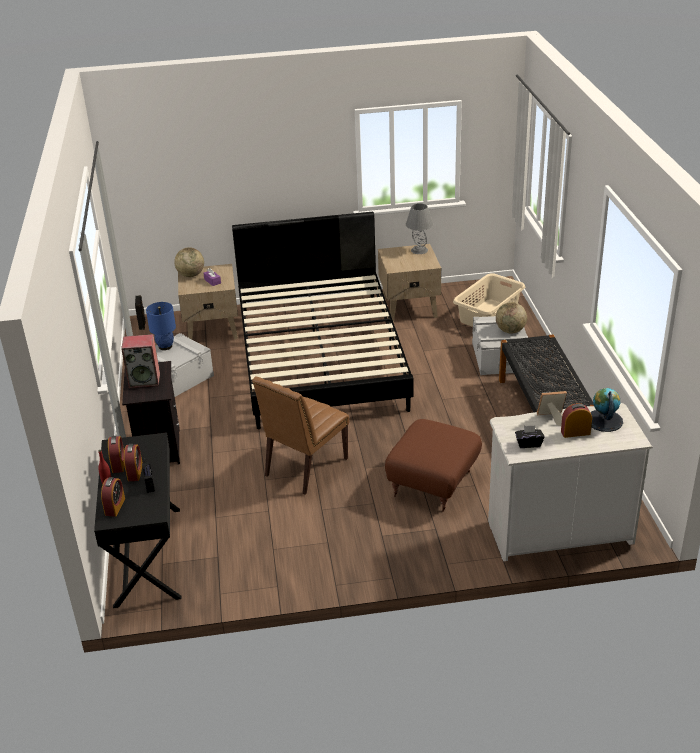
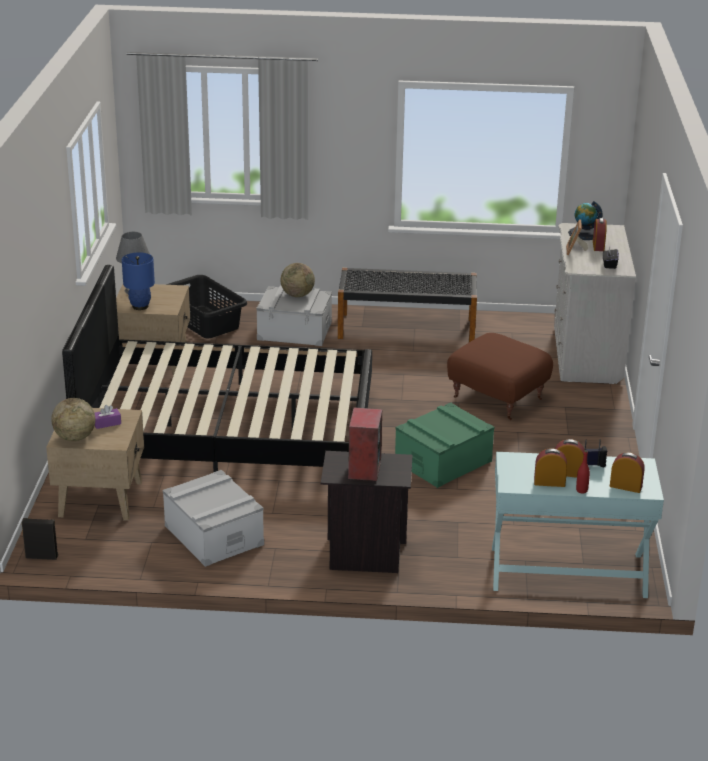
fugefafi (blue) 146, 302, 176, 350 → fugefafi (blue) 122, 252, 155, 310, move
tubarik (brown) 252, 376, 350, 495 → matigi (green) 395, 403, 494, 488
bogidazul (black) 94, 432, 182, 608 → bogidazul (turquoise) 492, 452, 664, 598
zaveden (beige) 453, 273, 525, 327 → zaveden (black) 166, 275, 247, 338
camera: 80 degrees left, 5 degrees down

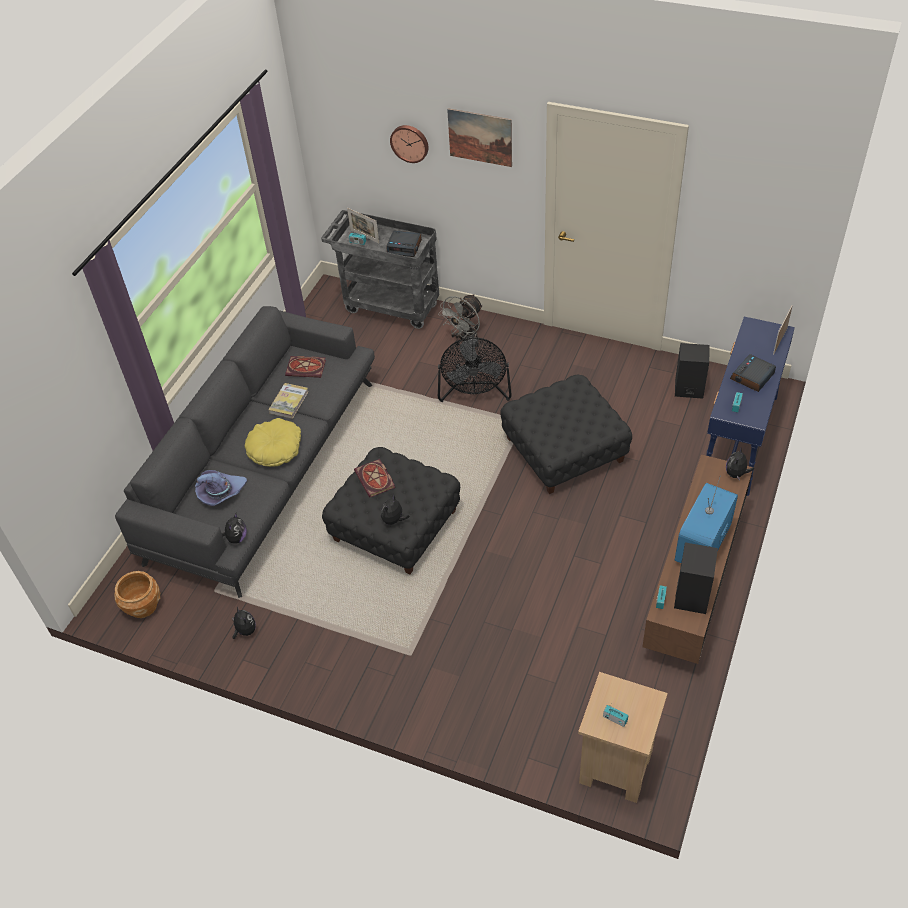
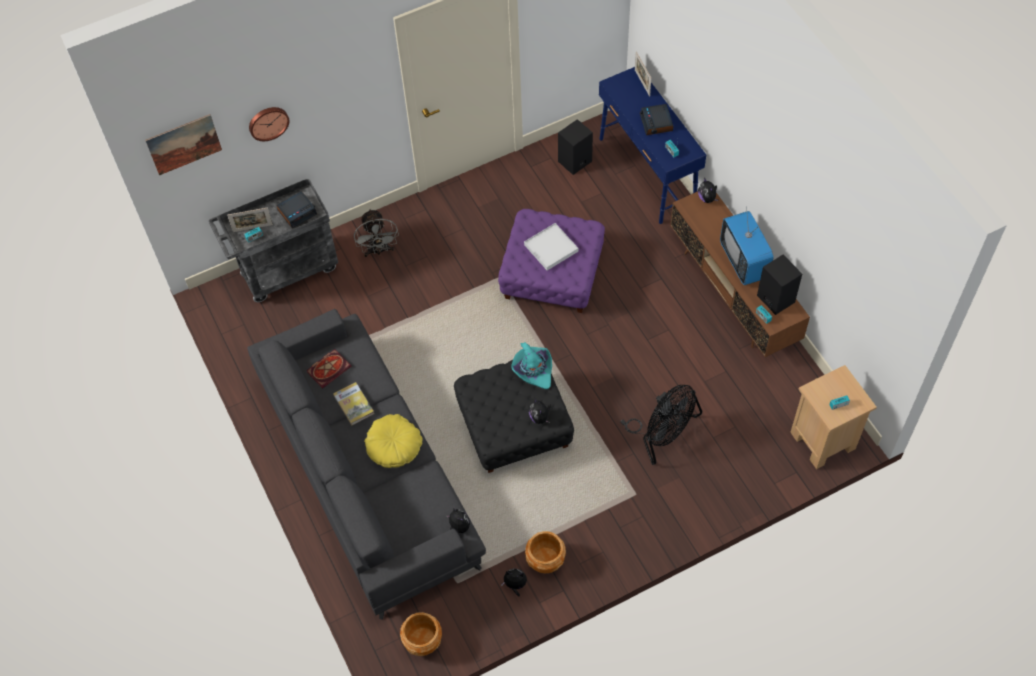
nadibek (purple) 195, 470, 247, 506 → -
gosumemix 354, 459, 395, 497 → -
- → nadibek (turquoise) 511, 342, 552, 389
- → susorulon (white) 524, 223, 578, 270
- → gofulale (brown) 525, 531, 566, 574
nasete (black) 438, 337, 512, 402 → nasete (black) 620, 385, 702, 465, move
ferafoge 447, 108, 512, 167 → ferafoge 145, 114, 222, 175, move
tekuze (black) 500, 375, 632, 494 → tekuze (purple) 498, 209, 605, 313
camera: 50 degrees left, 10 degrees up

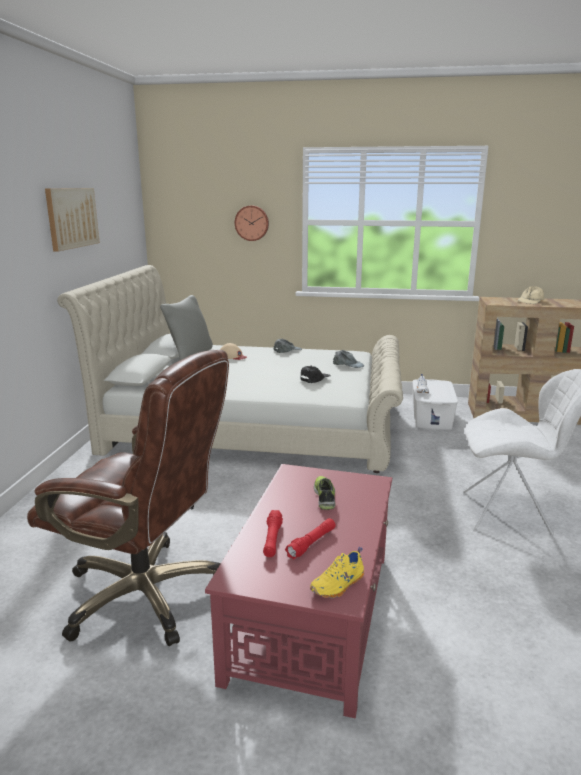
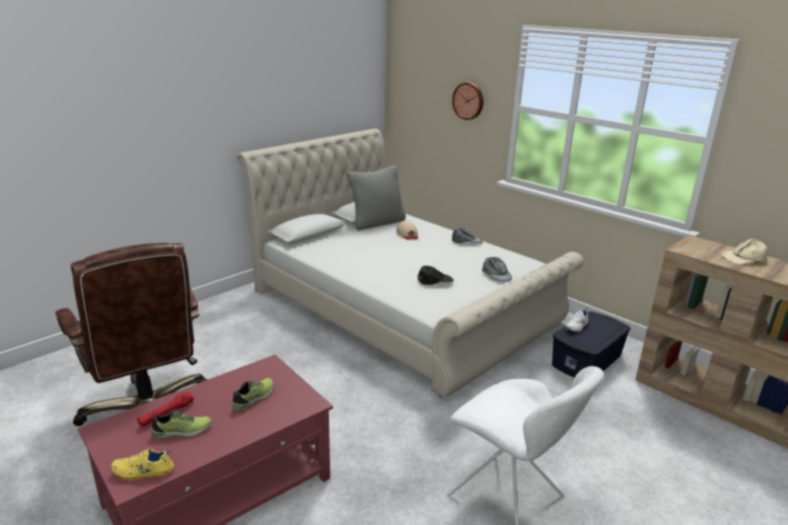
ferafoge 45, 188, 100, 251 → -
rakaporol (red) 285, 518, 336, 559 → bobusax 151, 411, 211, 439
matigi (white) 413, 379, 458, 430 → matigi (blue) 552, 311, 631, 378
camera: 35 degrees right, 5 degrees up

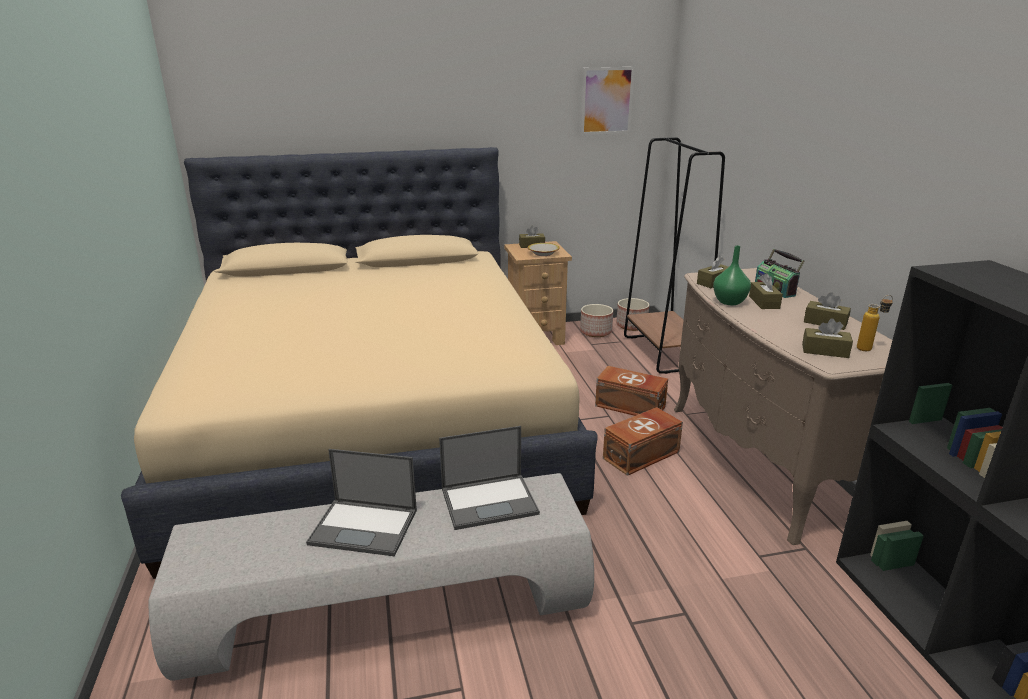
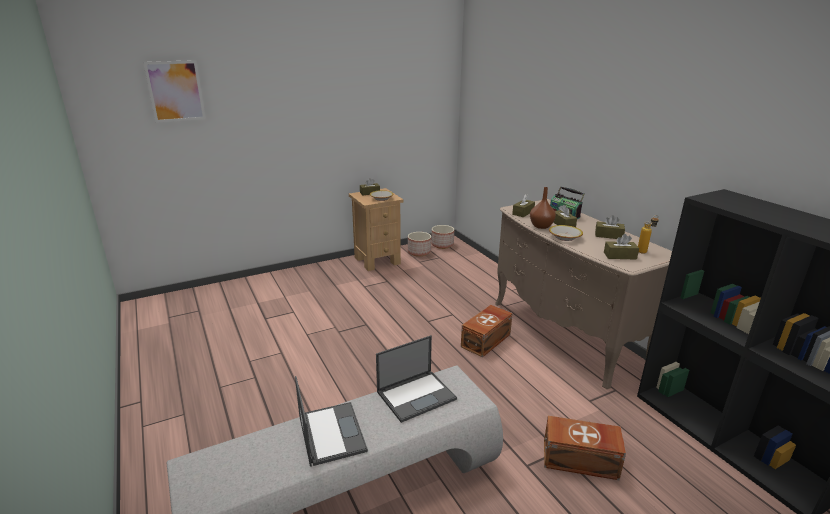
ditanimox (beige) 121, 147, 598, 579 → -
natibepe 624, 137, 725, 374 → -
- → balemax 549, 225, 583, 241
ferafoge 581, 67, 635, 135 → ferafoge 143, 60, 206, 123, move
matigi (brown) 595, 366, 668, 416 → matigi (brown) 544, 416, 626, 480, move
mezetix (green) 713, 245, 751, 305 → mezetix (brown) 530, 187, 556, 229
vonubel 306, 449, 417, 557 → vonubel 295, 376, 368, 467, 105 degrees counterclockwise
camera: 15 degrees left, 0 degrees up

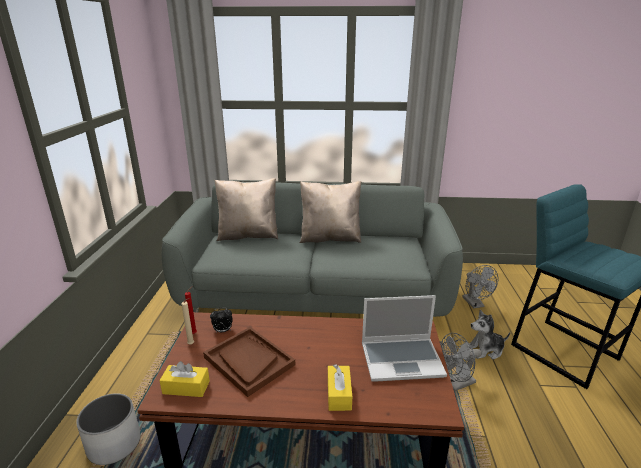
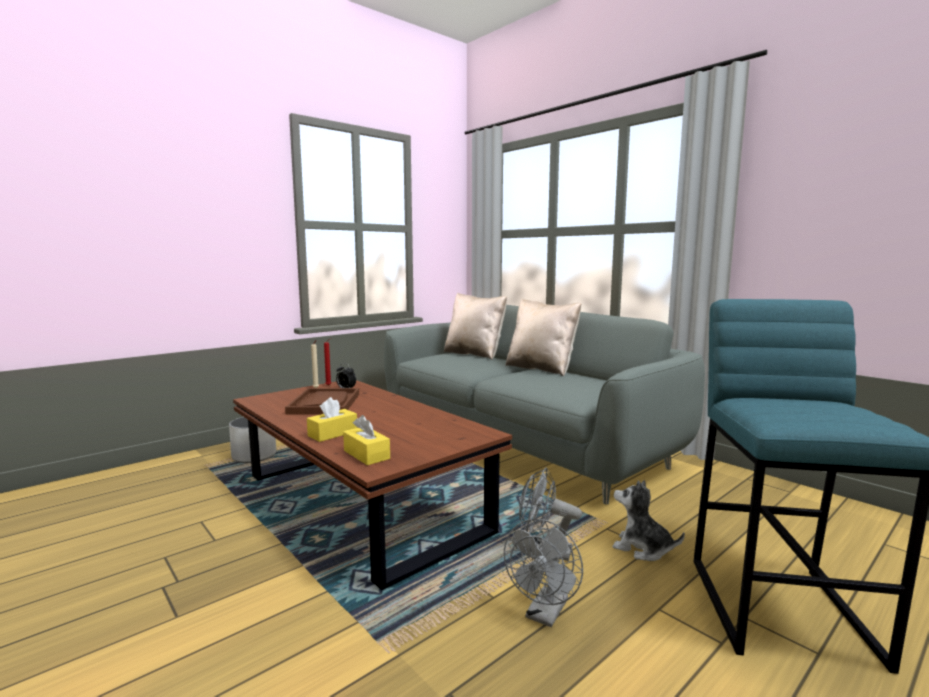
vonubel 362, 295, 447, 382 → -
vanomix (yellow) 159, 361, 210, 397 → vanomix (yellow) 343, 415, 390, 465, move
nasete (grey) 462, 265, 498, 309 → nasete (grey) 504, 519, 583, 627, move
camera: 45 degrees right, 15 degrees down

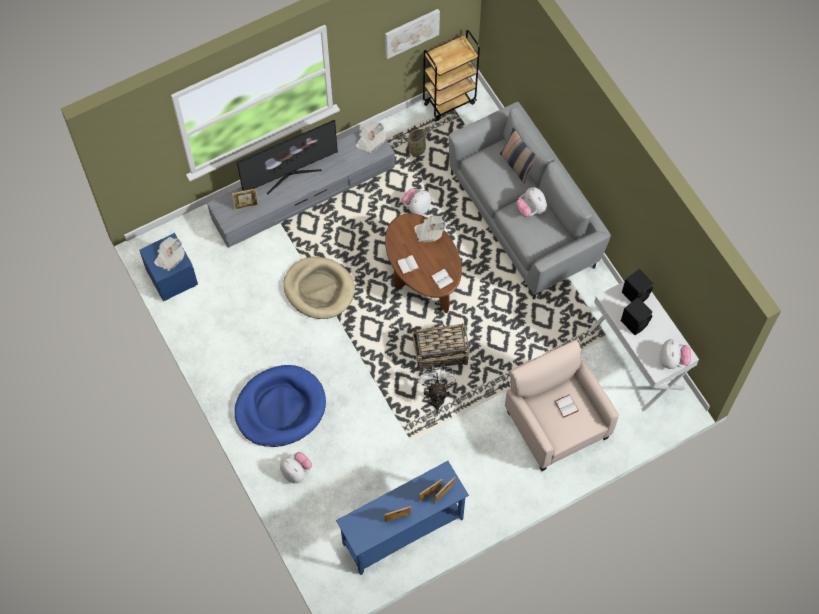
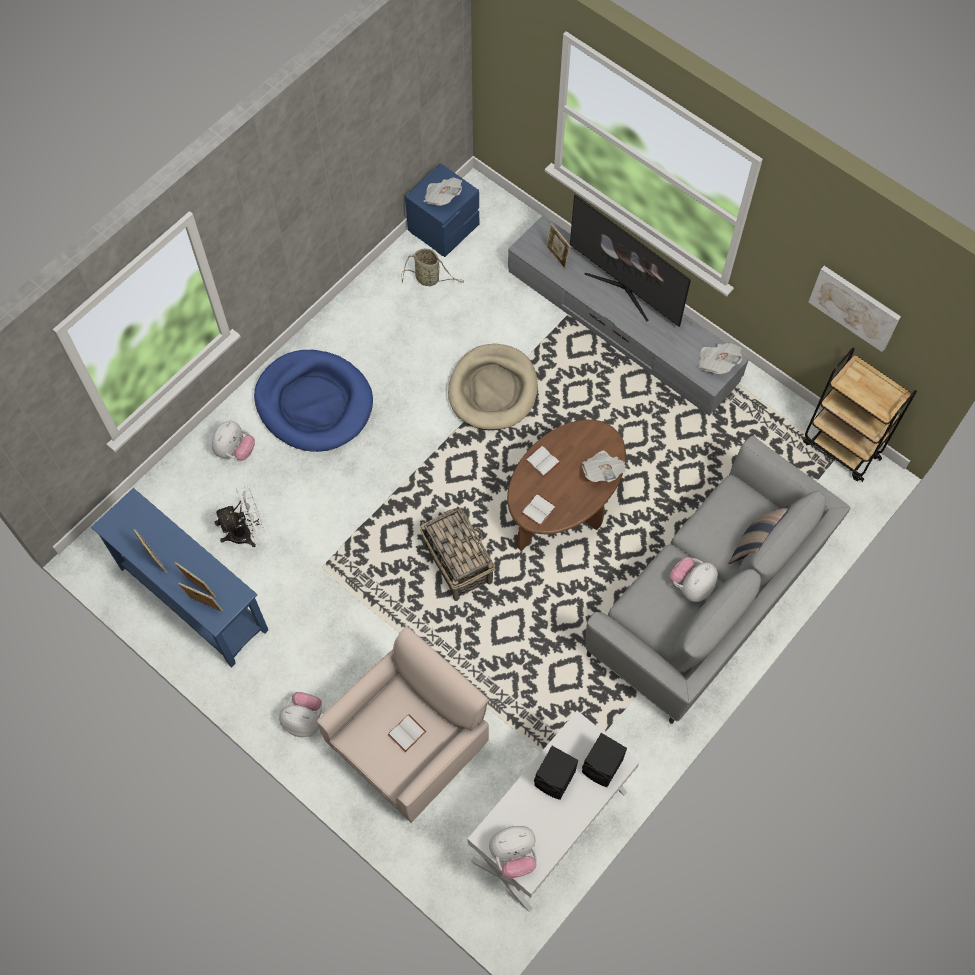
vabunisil 401, 188, 431, 215 → vabunisil 279, 692, 322, 737, move
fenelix 406, 128, 432, 164 → fenelix 401, 249, 464, 286, move
nasete (white) 419, 366, 456, 414 → nasete (white) 214, 486, 265, 547, move
camera: 70 degrees right, 0 degrees up

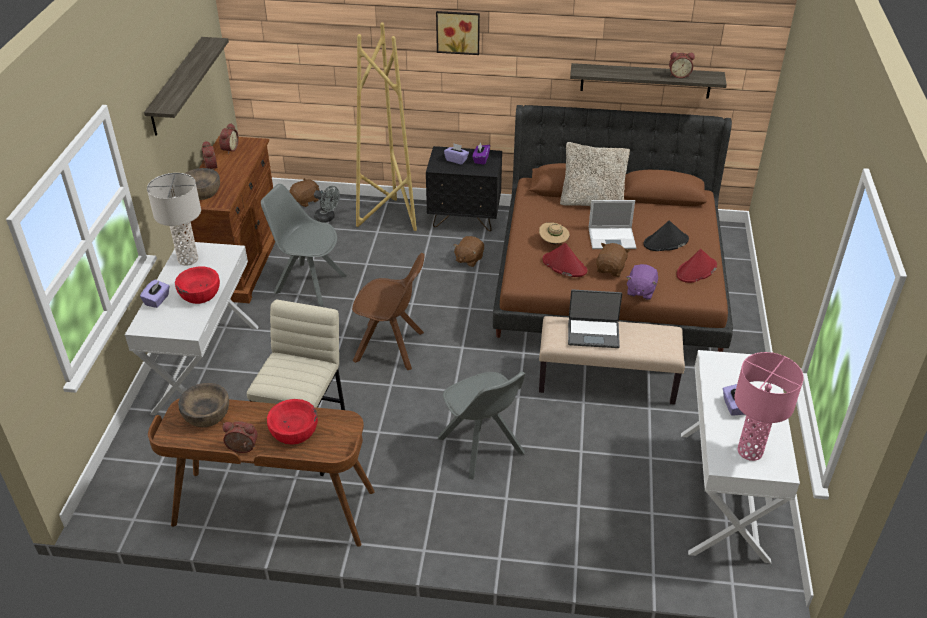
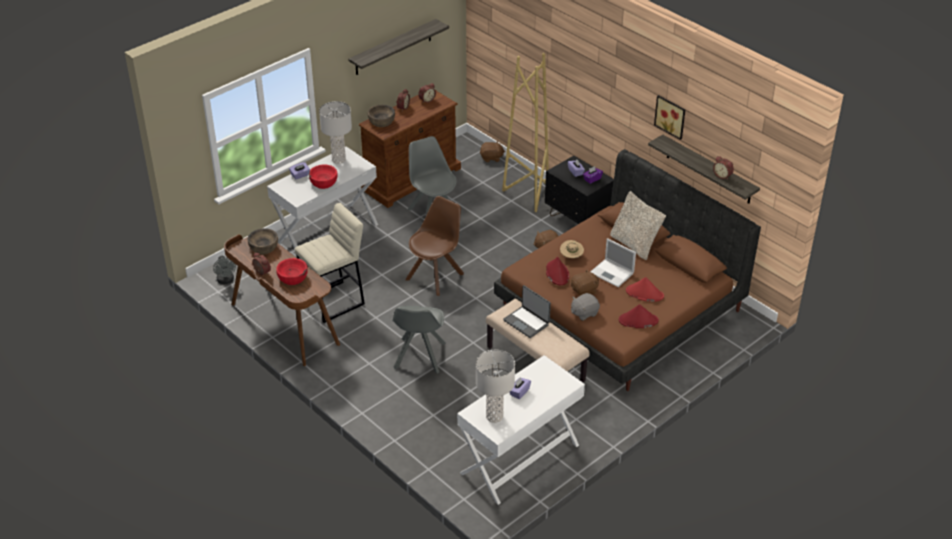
nasete (grey) 314, 186, 340, 223 → nasete (grey) 213, 256, 236, 284, move
ferafoge 436, 11, 480, 55 → ferafoge 654, 95, 685, 140, move
vabunisil (purple) 626, 264, 658, 300 → vabunisil (grey) 571, 293, 600, 321
nadibek (black) 643, 221, 689, 251 → nadibek (red) 626, 277, 664, 302
fugefafi (pink) 734, 352, 804, 461 → fugefafi (white) 476, 350, 515, 423
tubarik (brown) 352, 253, 425, 370 → tubarik (brown) 406, 196, 464, 296, 105 degrees counterclockwise
camera: 40 degrees right, 0 degrees up

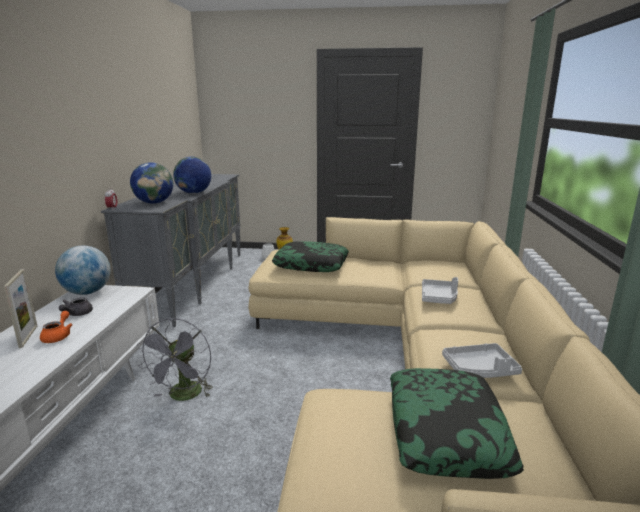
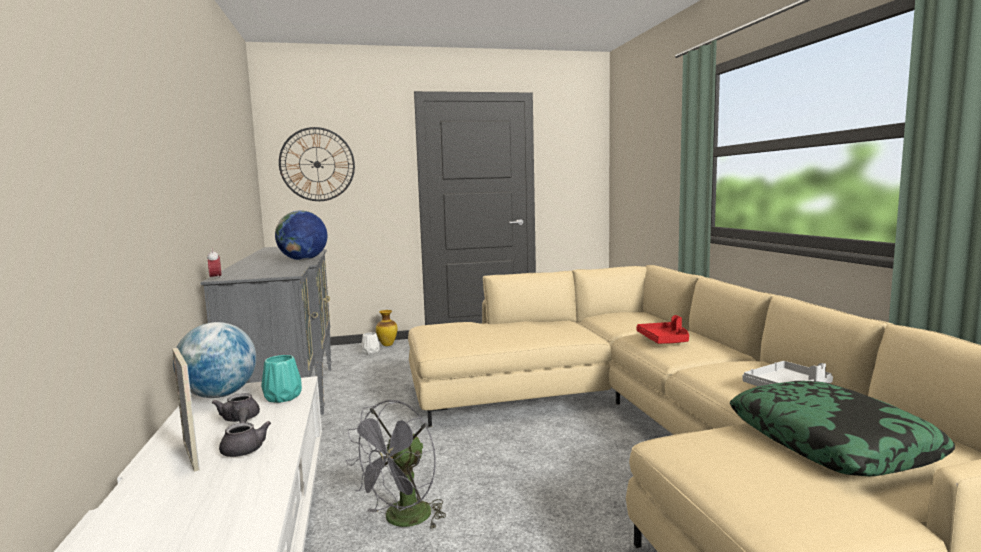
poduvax 130, 162, 173, 204 → -
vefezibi 272, 241, 349, 272 → -
- → mezetix (turquoise) 261, 355, 302, 403
- → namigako 279, 127, 355, 201
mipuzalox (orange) 40, 311, 73, 343 → mipuzalox (grey) 219, 407, 271, 457
susorulon (grey) 422, 277, 458, 304 → susorulon (red) 636, 315, 689, 344
nasete (grey) 137, 318, 213, 401 → nasete (grey) 345, 400, 446, 530, 45 degrees clockwise
camera: 20 degrees left, 10 degrees down

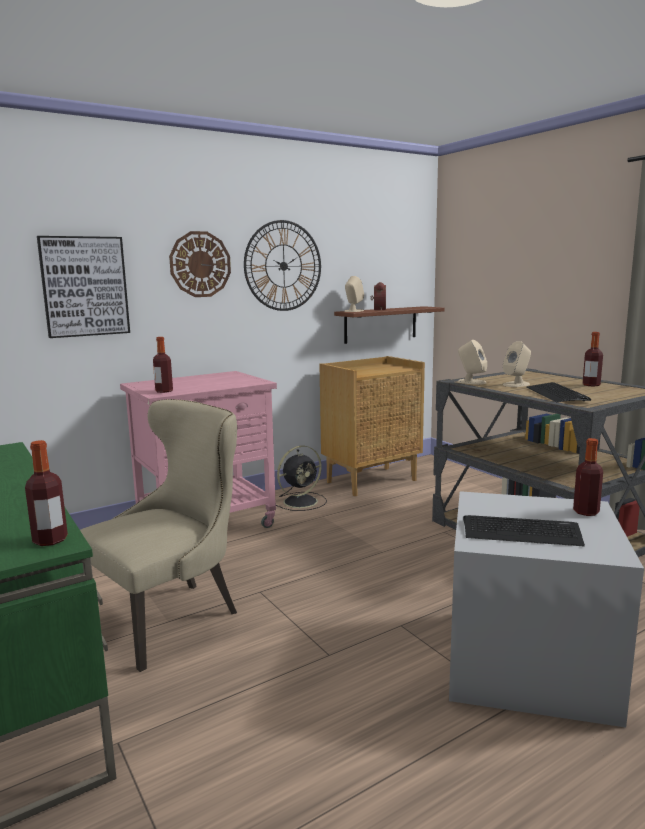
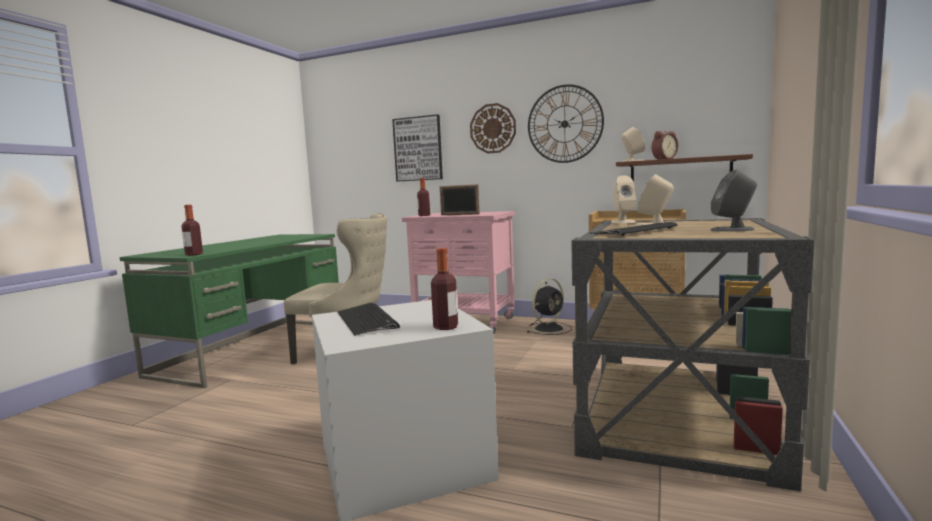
- → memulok 440, 184, 480, 215
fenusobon 583, 332, 603, 386 → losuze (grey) 711, 170, 757, 232
nasete (black) 276, 446, 327, 511 → nasete (black) 526, 279, 572, 335, 60 degrees counterclockwise
camera: 55 degrees right, 5 degrees down

